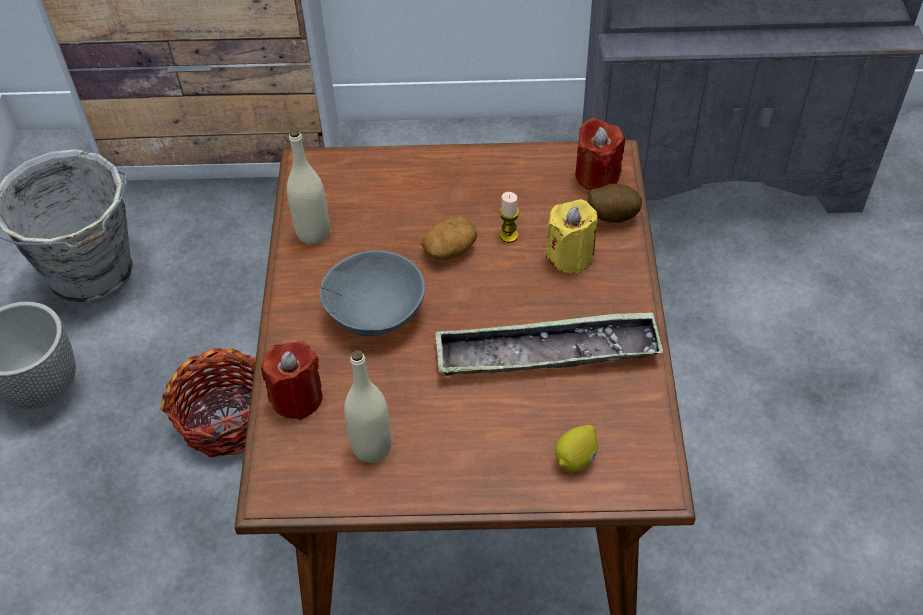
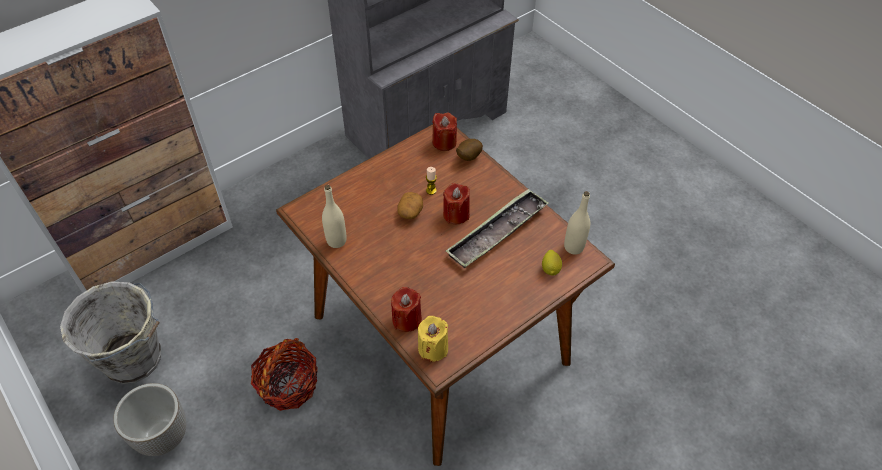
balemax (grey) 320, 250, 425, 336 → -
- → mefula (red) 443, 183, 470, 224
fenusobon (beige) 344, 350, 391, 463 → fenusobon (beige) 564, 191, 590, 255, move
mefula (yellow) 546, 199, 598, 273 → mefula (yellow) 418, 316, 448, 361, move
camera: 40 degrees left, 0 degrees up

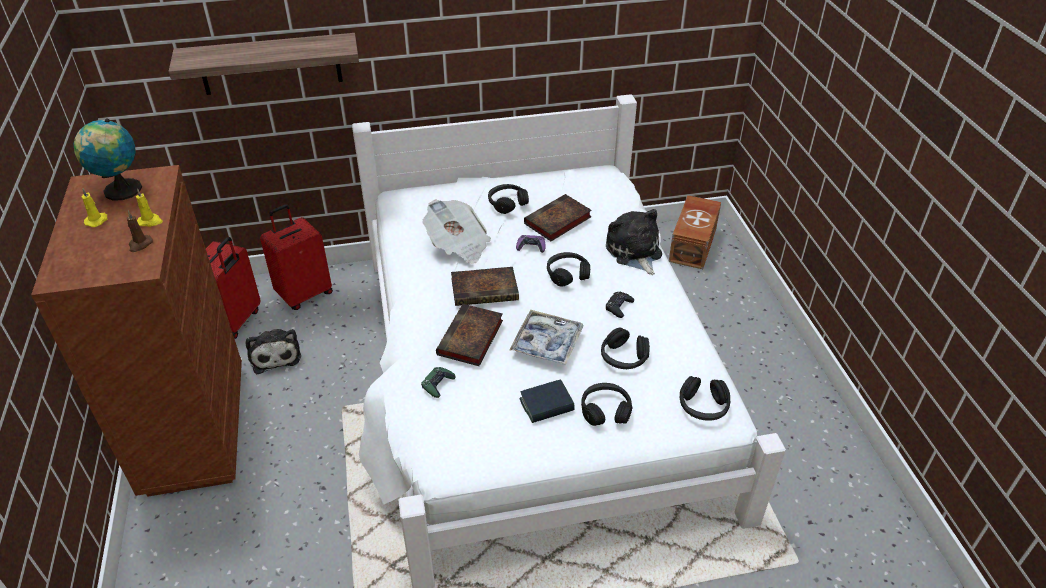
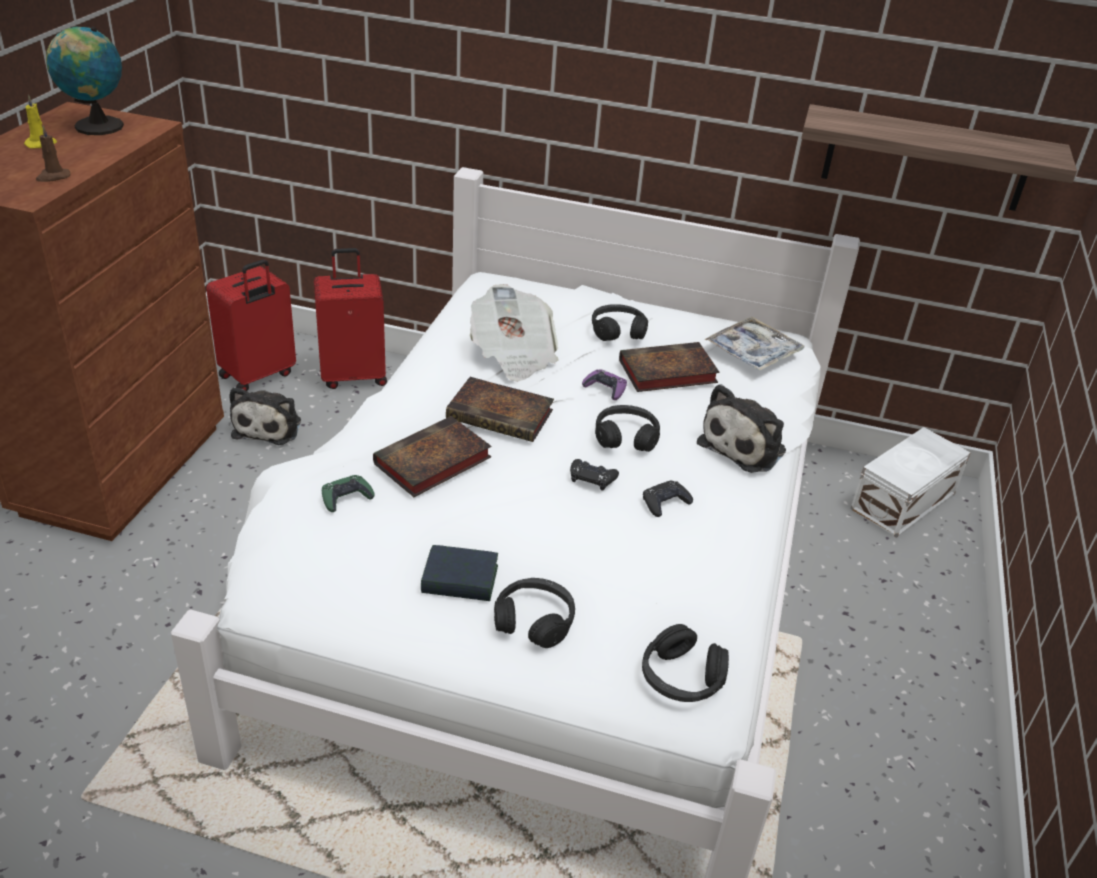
mefula (yellow) 136, 188, 163, 227 → -
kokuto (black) 601, 328, 650, 369 → -
- → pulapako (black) 570, 459, 619, 490
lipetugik 169, 33, 359, 95 → lipetugik 801, 104, 1077, 211, move
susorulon 509, 310, 583, 365 → susorulon 704, 317, 805, 371, move
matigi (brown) 669, 195, 721, 269 → matigi (white) 851, 427, 970, 538
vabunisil 606, 209, 662, 275 → vabunisil 697, 384, 786, 473, 150 degrees counterclockwise
camera: 25 degrees right, 5 degrees down

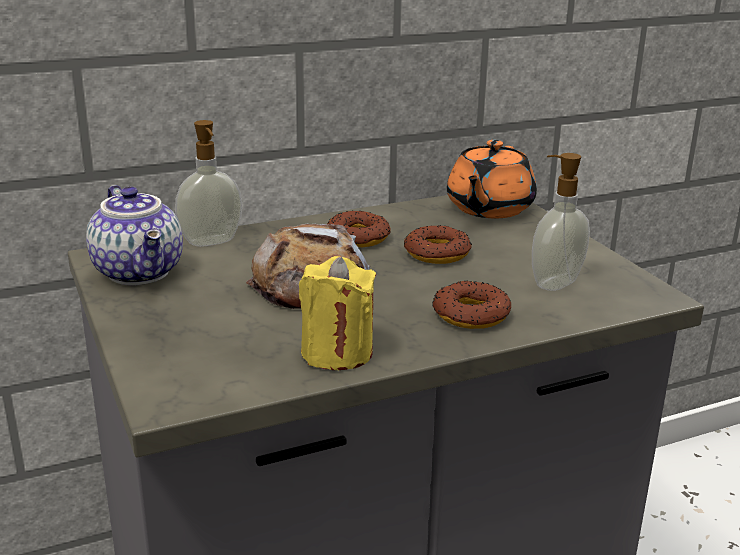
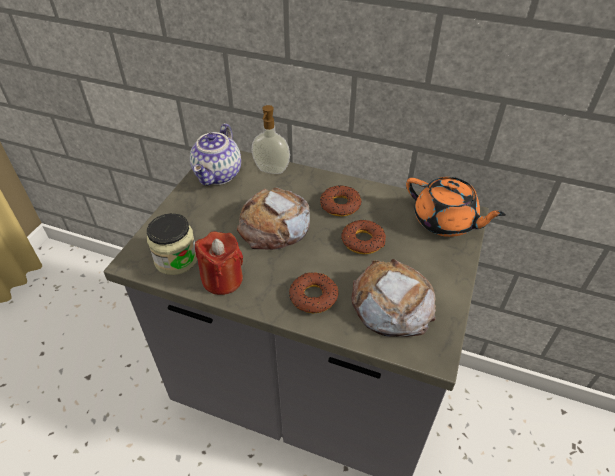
- → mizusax 147, 213, 197, 275
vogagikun 532, 153, 590, 291 → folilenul 351, 259, 436, 337
mefula (yellow) 299, 256, 376, 370 → mefula (red) 195, 231, 243, 295
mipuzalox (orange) 447, 140, 537, 218 → mipuzalox (orange) 406, 177, 506, 237, 120 degrees counterclockwise
camera: 45 degrees right, 20 degrees up

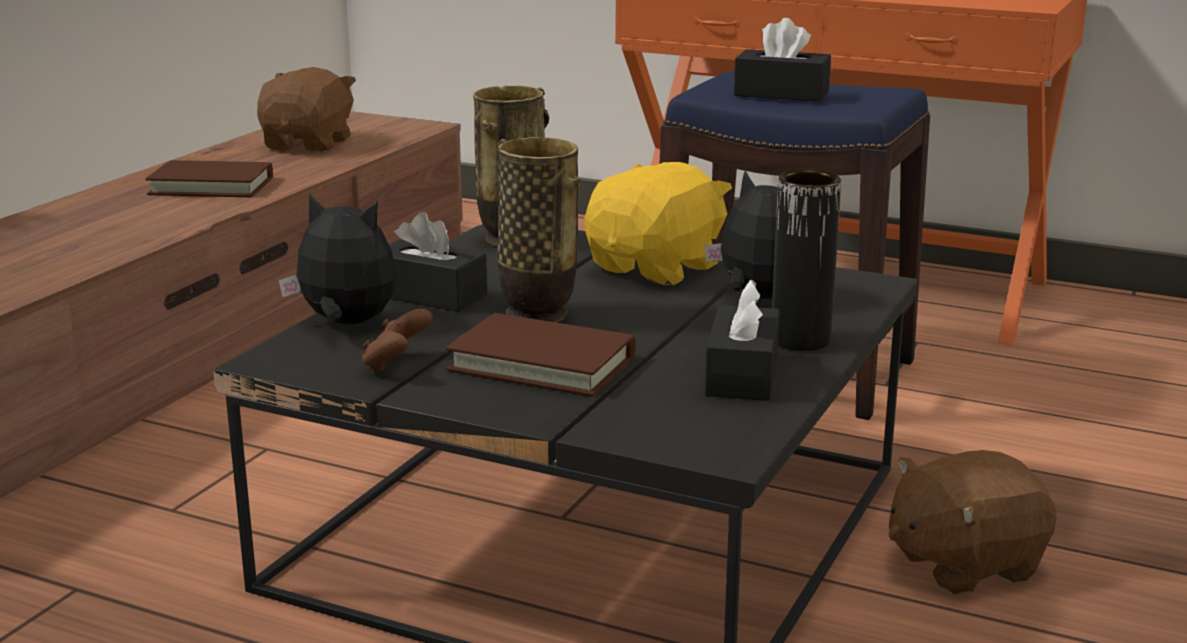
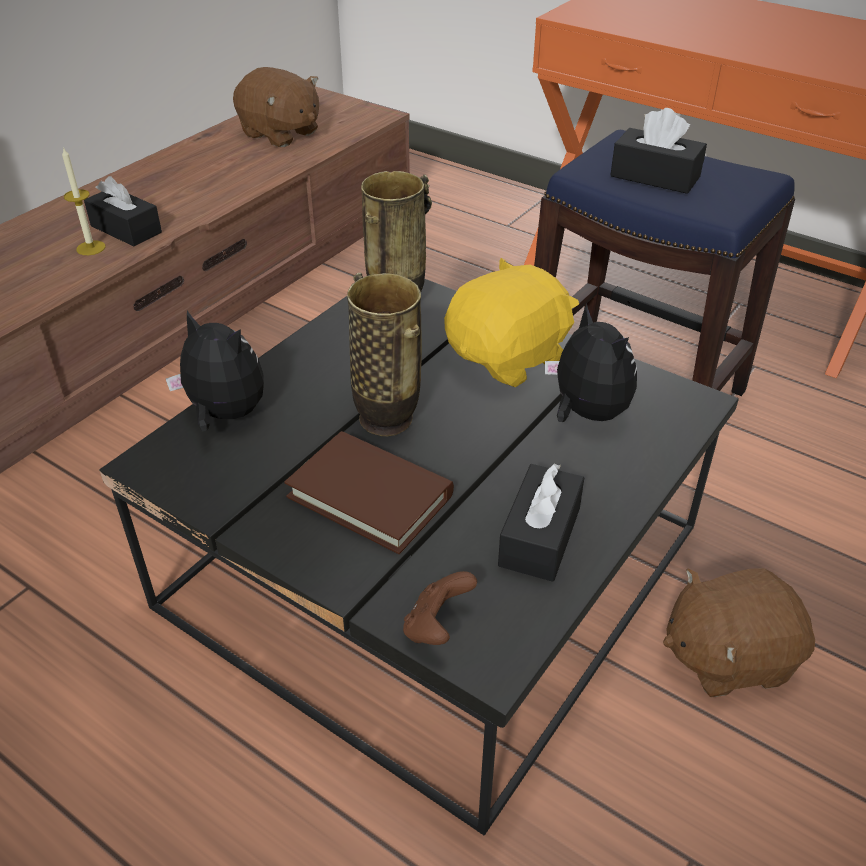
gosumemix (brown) 146, 160, 273, 197 → -
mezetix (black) 772, 169, 841, 351 → -
- → mefula 62, 147, 106, 255
pulapako (brown) 362, 309, 433, 374 → pulapako (brown) 403, 571, 477, 645, move
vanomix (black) 389, 212, 487, 312 → vanomix (black) 84, 176, 162, 246, move
vabunisil (brown) 257, 67, 356, 152 → vabunisil (brown) 233, 67, 319, 147, 105 degrees clockwise
camera: 10 degrees right, 20 degrees up

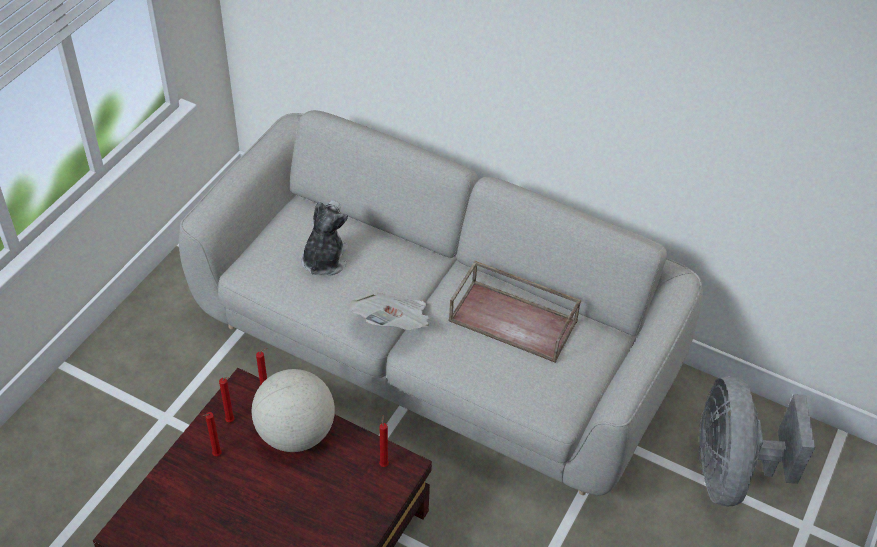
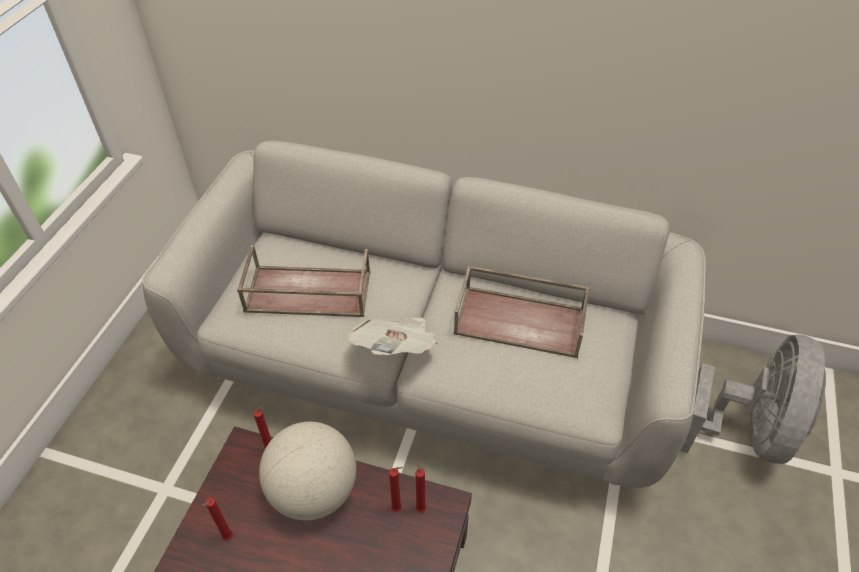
mefula (red) 219, 377, 235, 422 → mefula (red) 389, 467, 403, 512, move
vabunisil 301, 200, 348, 276 → susorulon (brown) 237, 245, 370, 317
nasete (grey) 699, 376, 815, 506 → nasete (grey) 680, 334, 826, 464, 150 degrees counterclockwise
camera: 10 degrees left, 0 degrees up

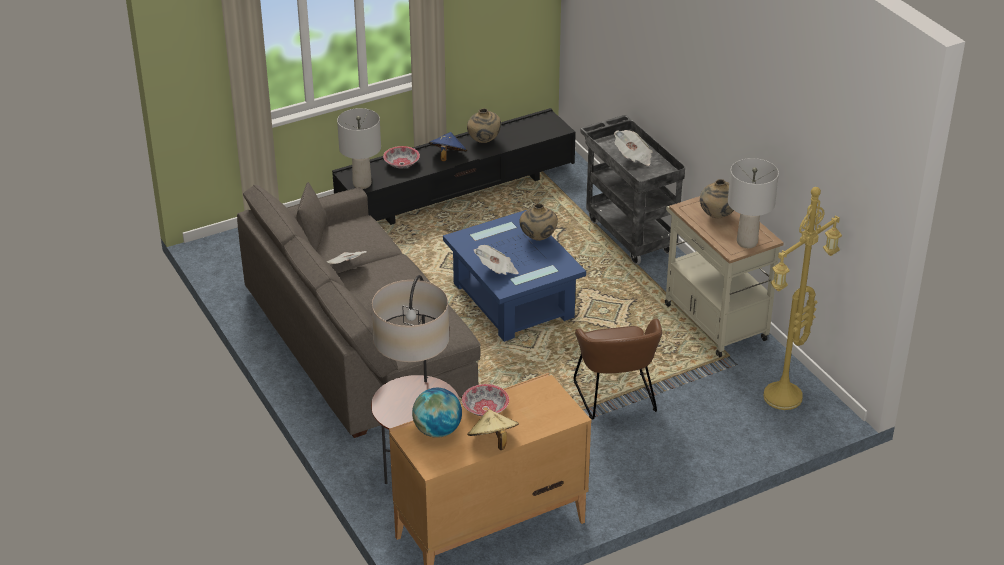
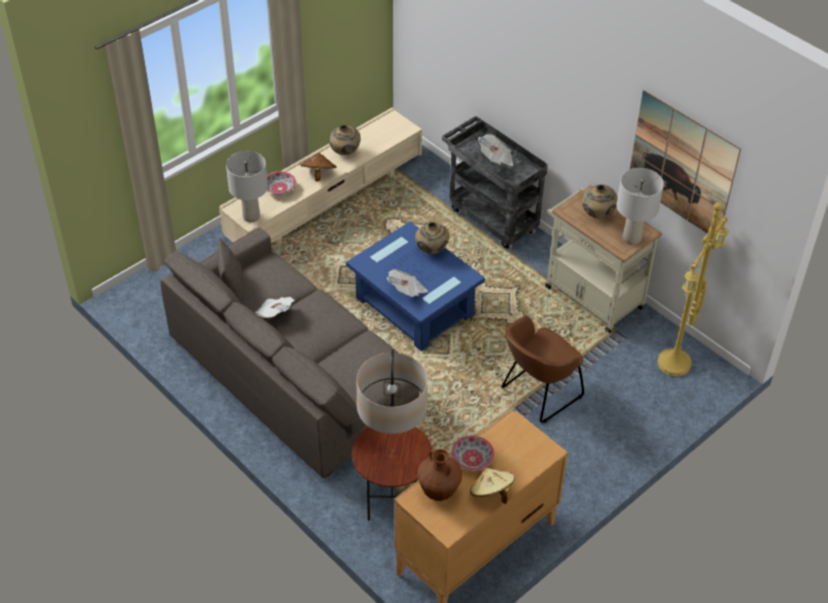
- → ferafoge 630, 90, 741, 233
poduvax 412, 388, 462, 438 → mezetix (brown) 417, 449, 462, 501
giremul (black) 332, 108, 576, 225 → giremul (beige) 219, 108, 422, 245
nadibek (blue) 429, 132, 467, 161 → nadibek (brown) 301, 152, 337, 181
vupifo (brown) 574, 318, 662, 420 → vupifo (brown) 502, 316, 584, 423, 75 degrees clockwise
camera: 15 degrees left, 10 degrees up

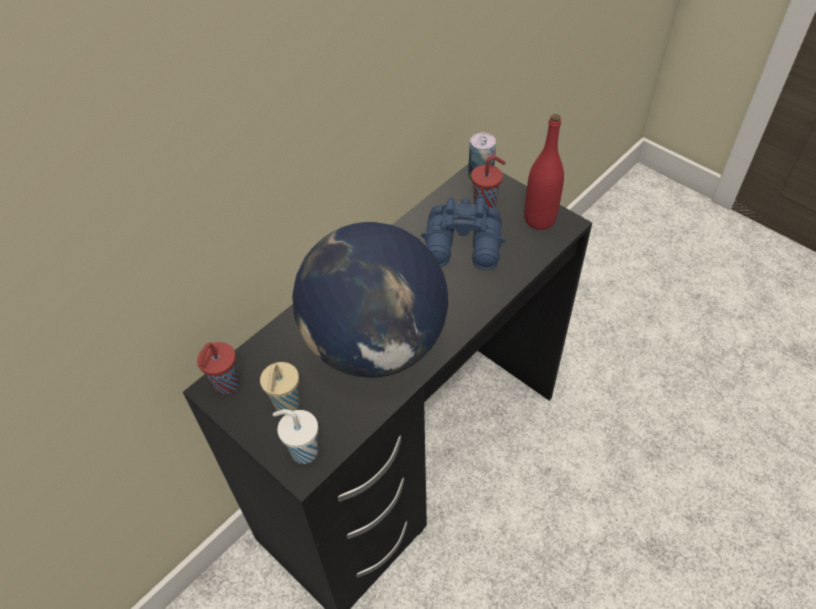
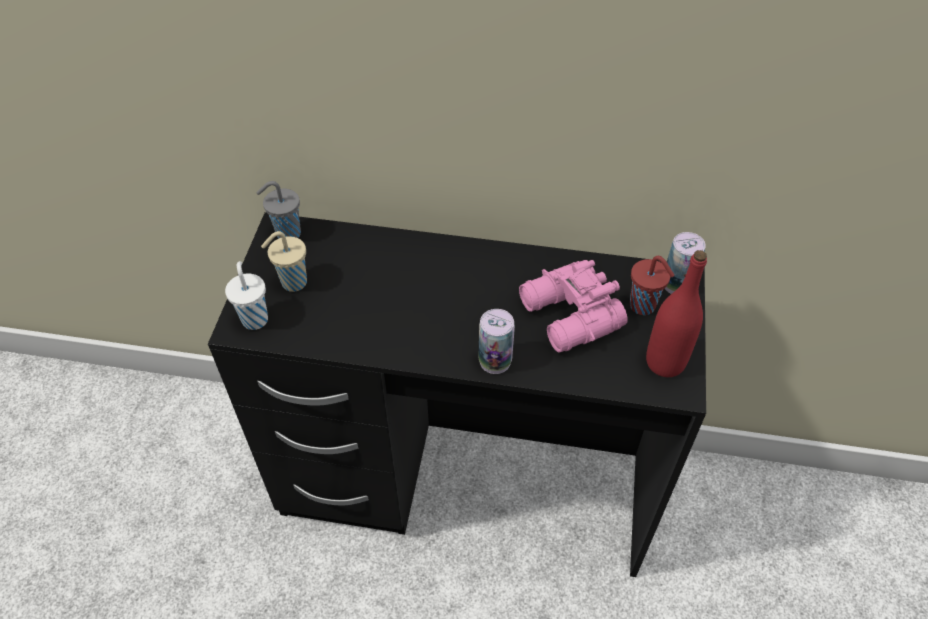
poduvax 292, 222, 448, 378 → -
- → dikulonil 478, 309, 515, 374
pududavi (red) 197, 342, 239, 394 → pududavi (grey) 257, 181, 301, 239
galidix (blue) 421, 195, 505, 270 → galidix (pink) 519, 260, 628, 353
camera: 55 degrees right, 0 degrees up

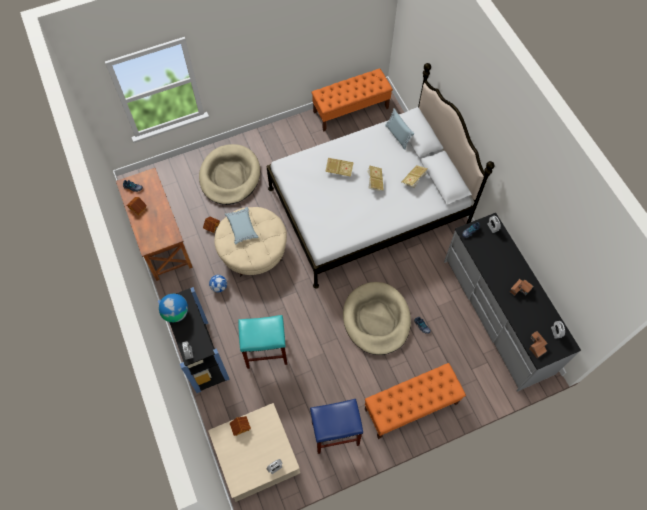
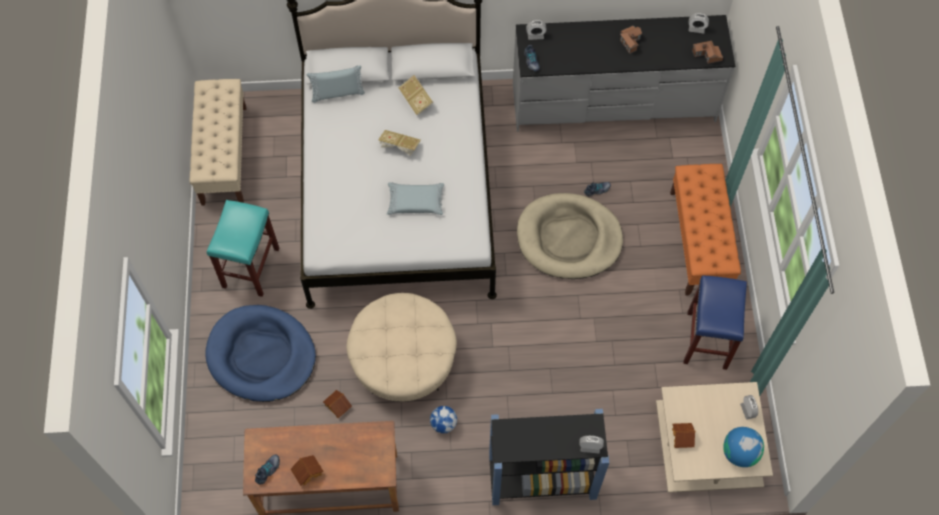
gosumemix 325, 158, 354, 177 → -
poduvax 159, 294, 188, 322 → poduvax 723, 427, 764, 467, move
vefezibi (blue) 225, 207, 258, 245 → vefezibi (blue) 387, 182, 444, 215, move
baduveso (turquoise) 238, 315, 287, 369 → baduveso (turquoise) 207, 200, 279, 297, move
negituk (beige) 199, 144, 260, 205 → negituk (blue) 205, 305, 316, 402
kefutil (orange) 311, 68, 393, 131 → kefutil (beige) 190, 79, 247, 206
camera: 70 degrees left, 0 degrees up

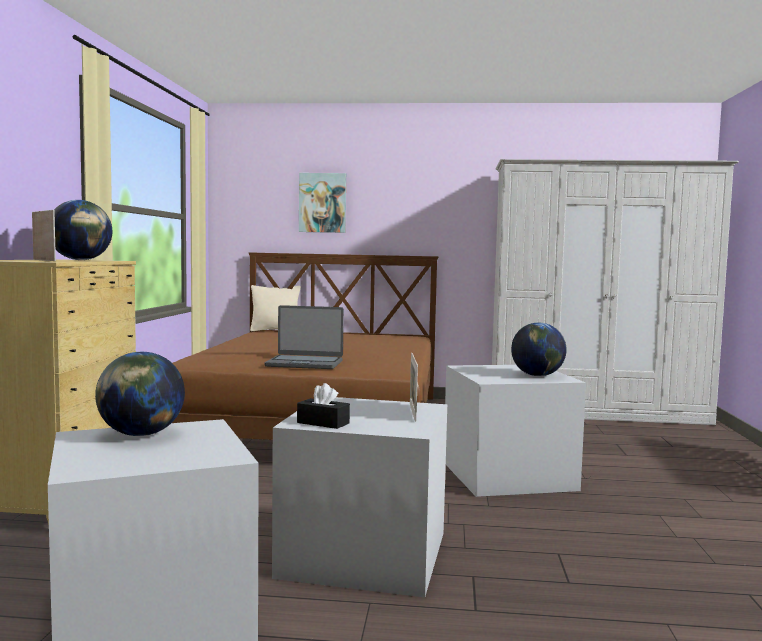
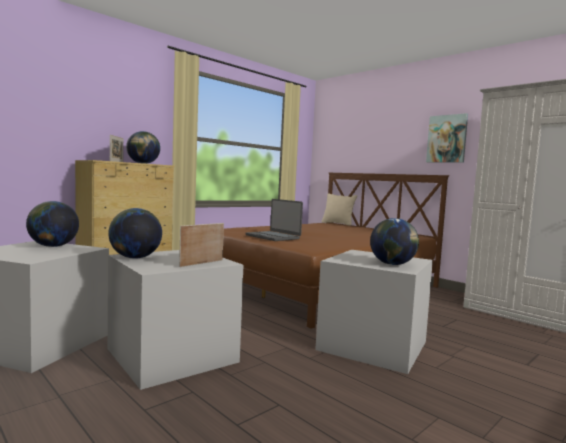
ferafoge 299, 173, 346, 233 → ferafoge 426, 113, 468, 162, move
vanomix (black) 297, 383, 350, 429 → poduvax 108, 208, 162, 259
camera: 40 degrees right, 0 degrees up

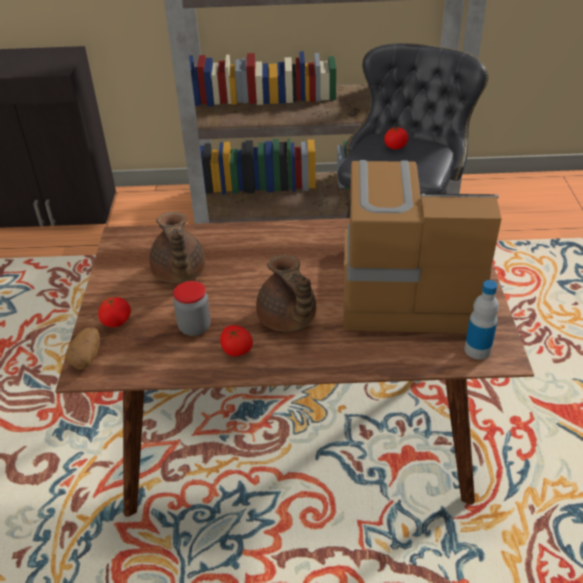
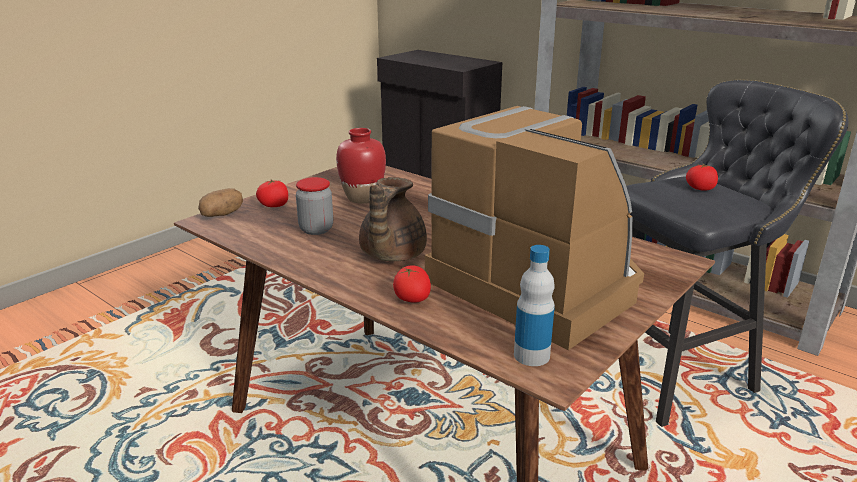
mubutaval 220, 325, 253, 356 → mubutaval 393, 265, 431, 303, move
mipuzalox (brown) 150, 212, 205, 283 → mezetix (red) 336, 128, 386, 203
camera: 40 degrees right, 15 degrees down

